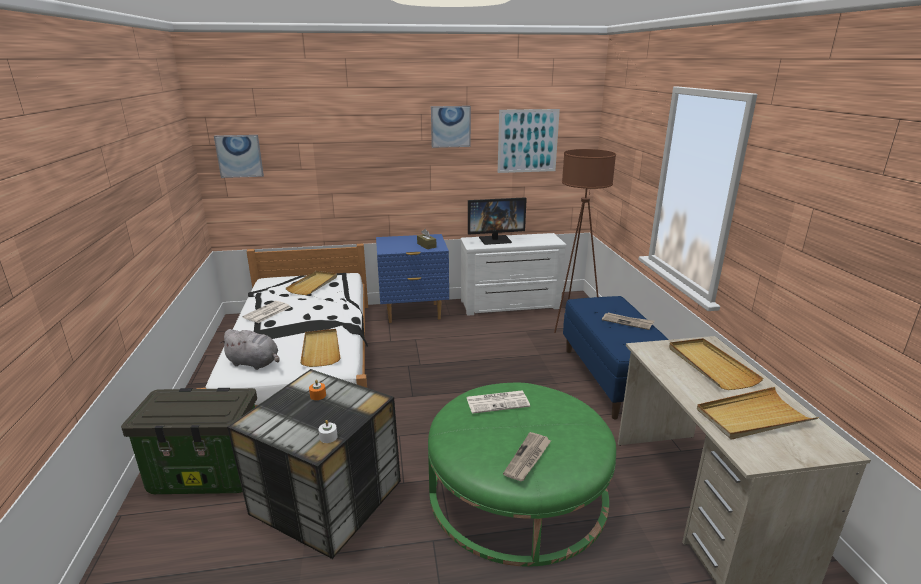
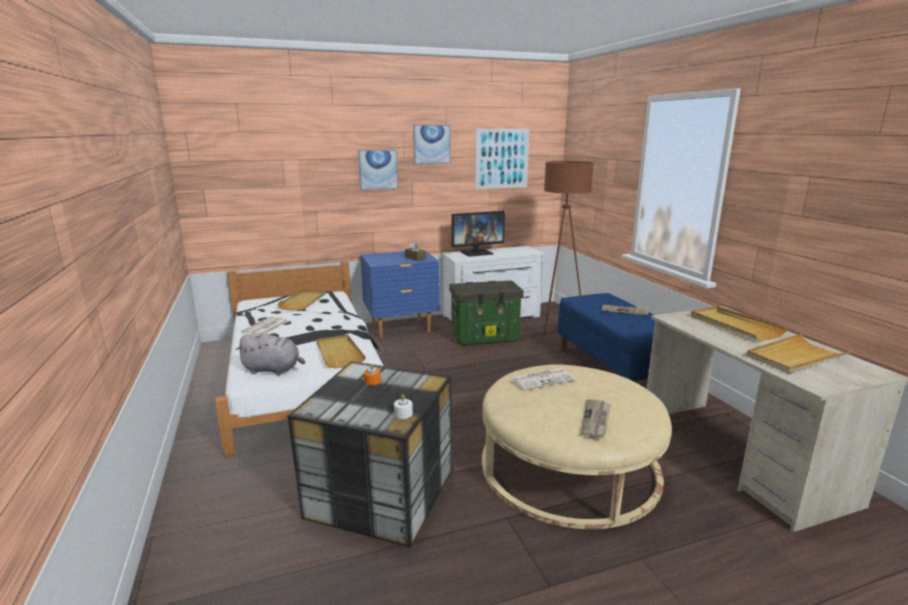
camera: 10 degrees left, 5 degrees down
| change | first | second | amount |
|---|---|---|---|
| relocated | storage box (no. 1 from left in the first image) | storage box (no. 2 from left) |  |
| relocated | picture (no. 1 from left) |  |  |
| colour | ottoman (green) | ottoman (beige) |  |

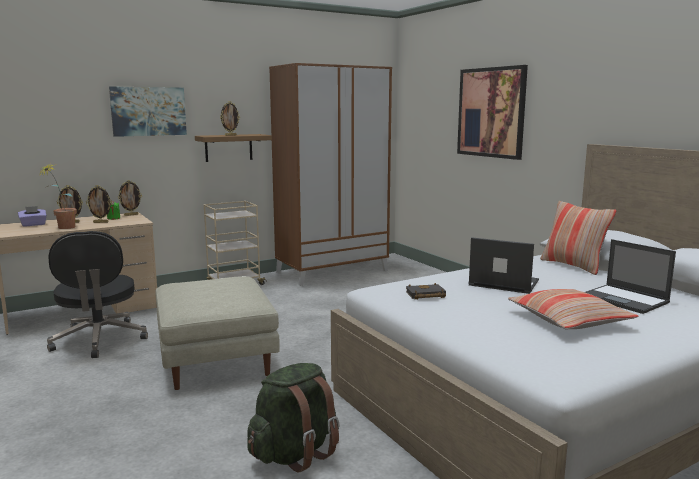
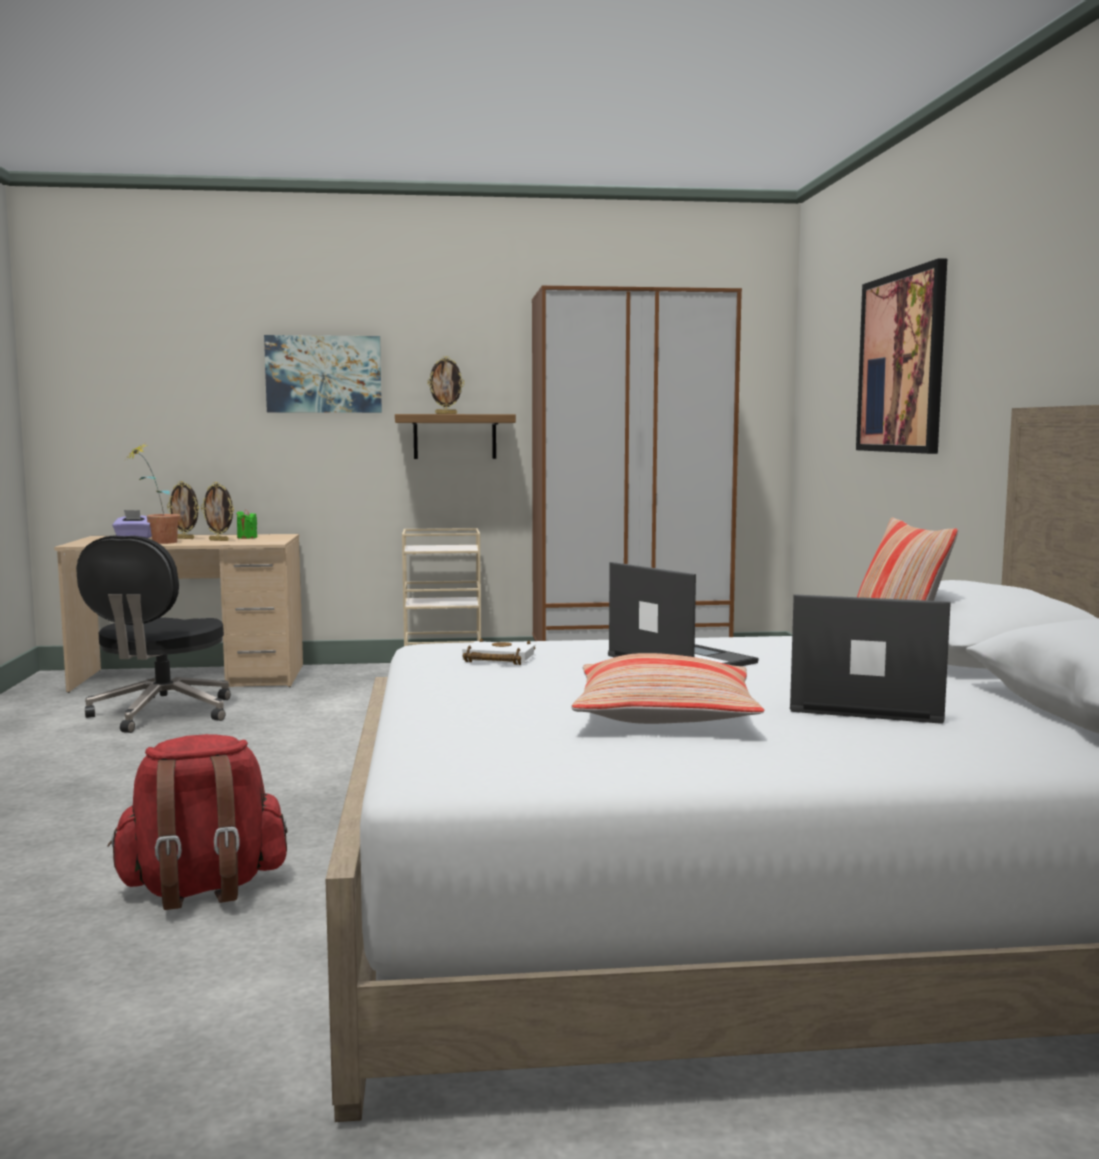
camera: 25 degrees right, 5 degrees down
| change | first | second | amount |
|---|---|---|---|
| missing | picture frame (no. 3 from left) |  |  |
| missing | ottoman (beige) |  |  |
| colour | backpack (green) | backpack (red) |  |
| colour | book (black) | book (white) |  |
| spun | laptop (no. 2 from left) |  | 120 degrees clockwise |

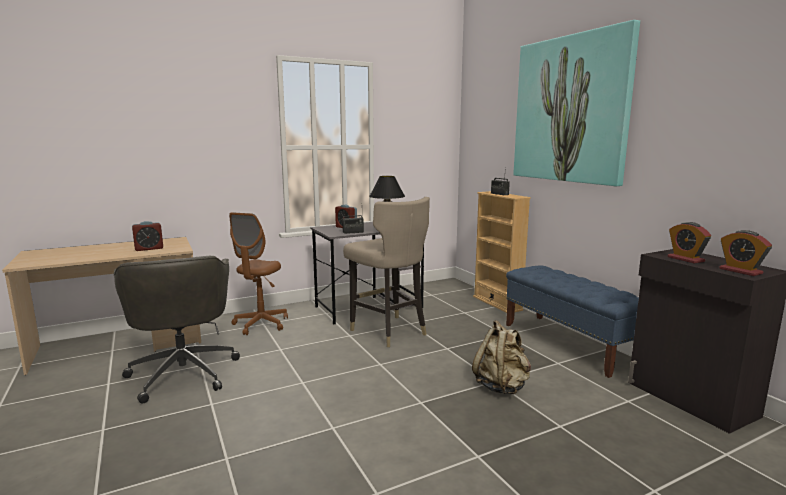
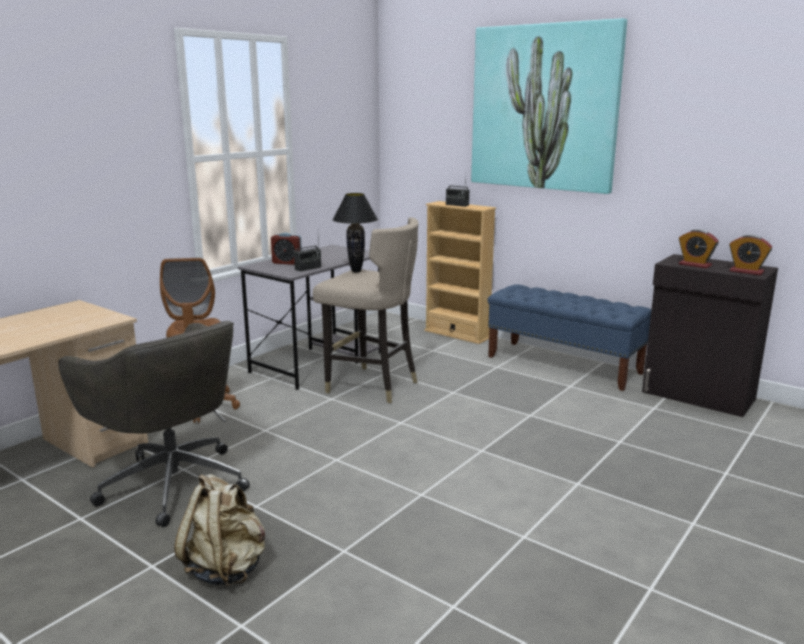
camera: 25 degrees left, 5 degrees up
| change | first | second | amount |
|---|---|---|---|
| missing | alarm clock (no. 1 from left) |  |  |
| relocated | backpack (beige) |  |  |

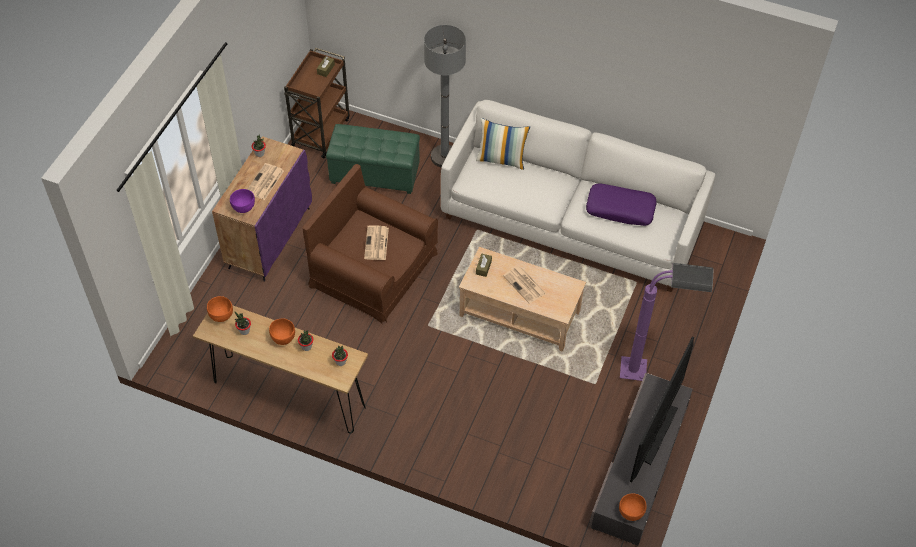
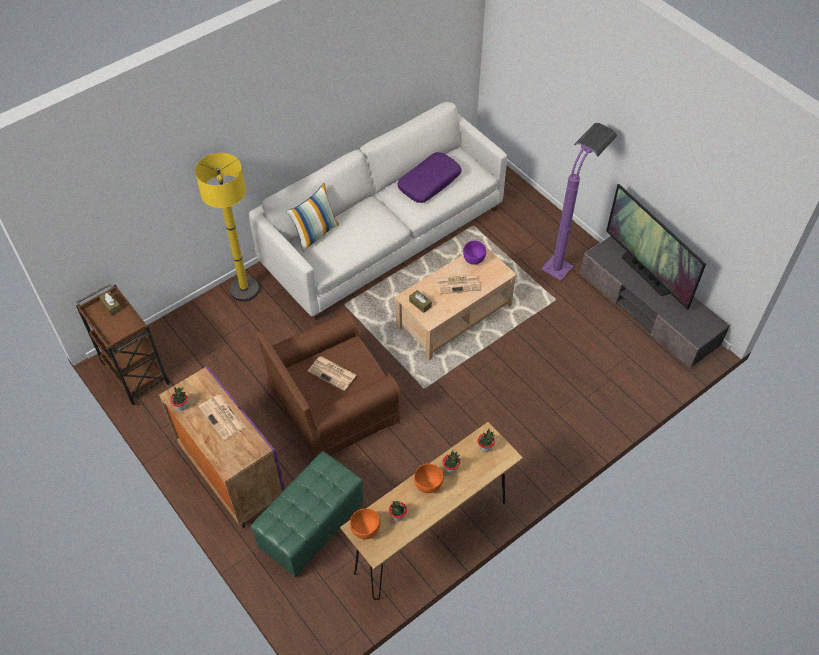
camera: 60 degrees left, 0 degrees up
| change | first | second | amount |
|---|---|---|---|
| relocated | bowl (purple) |  |  |
| relocated | ottoman (green) |  |  |
| colour | floor lamp (grey) | floor lamp (yellow) |  |
| missing | bowl (orange) (no. 3 from left) |  |  |

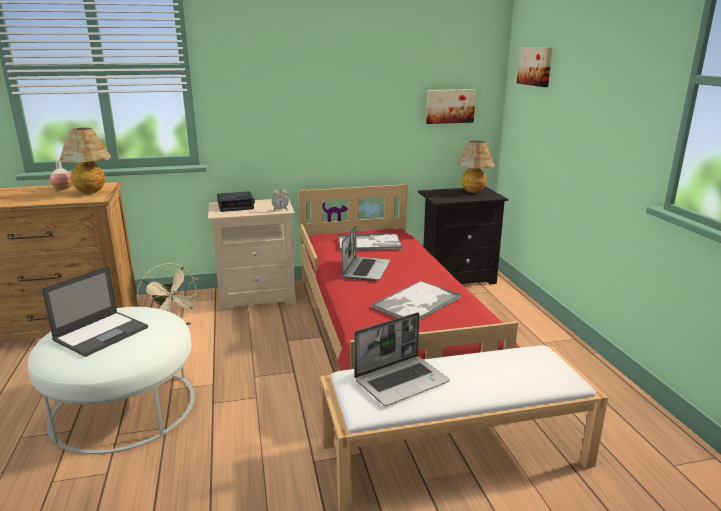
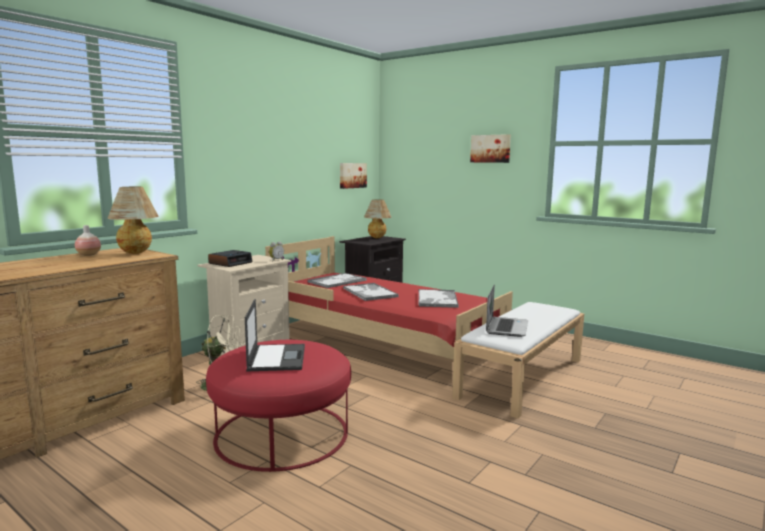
camera: 40 degrees left, 10 degrees down
| change | first | second | amount |
|---|---|---|---|
| colour | ottoman (white) | ottoman (red) |  |
| exchanged | laptop (no. 2 from left) | tray (no. 2 from left) |  |
| relocated | picture (no. 2 from left) |  |  |

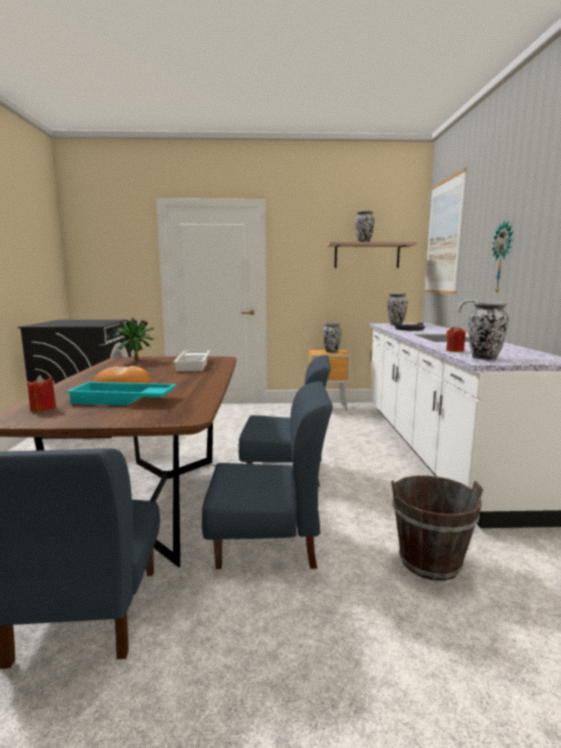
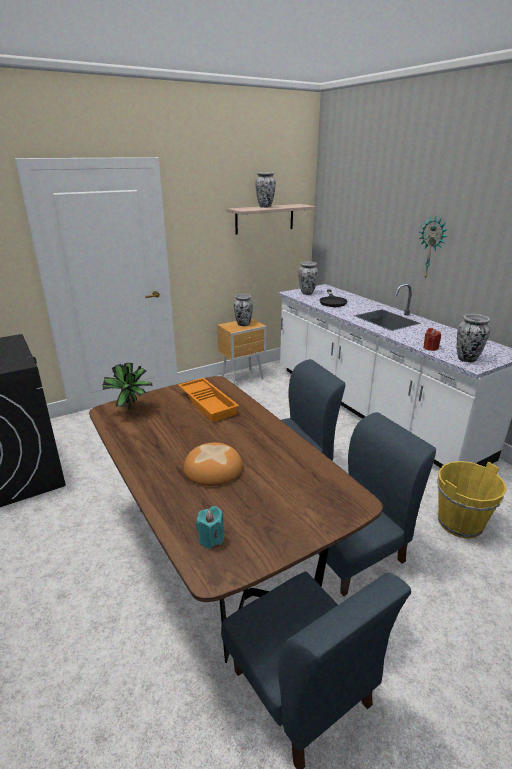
camera: 30 degrees left, 15 degrees up
| change | first | second | amount |
|---|---|---|---|
| colour | candle (red) (no. 1 from left) | candle (turquoise) |  |
| missing | tray (turquoise) |  |  |
| colour | tray (white) | tray (orange) |  |
| colour | bucket (brown) | bucket (yellow) |  |
| missing | picture |  |  |

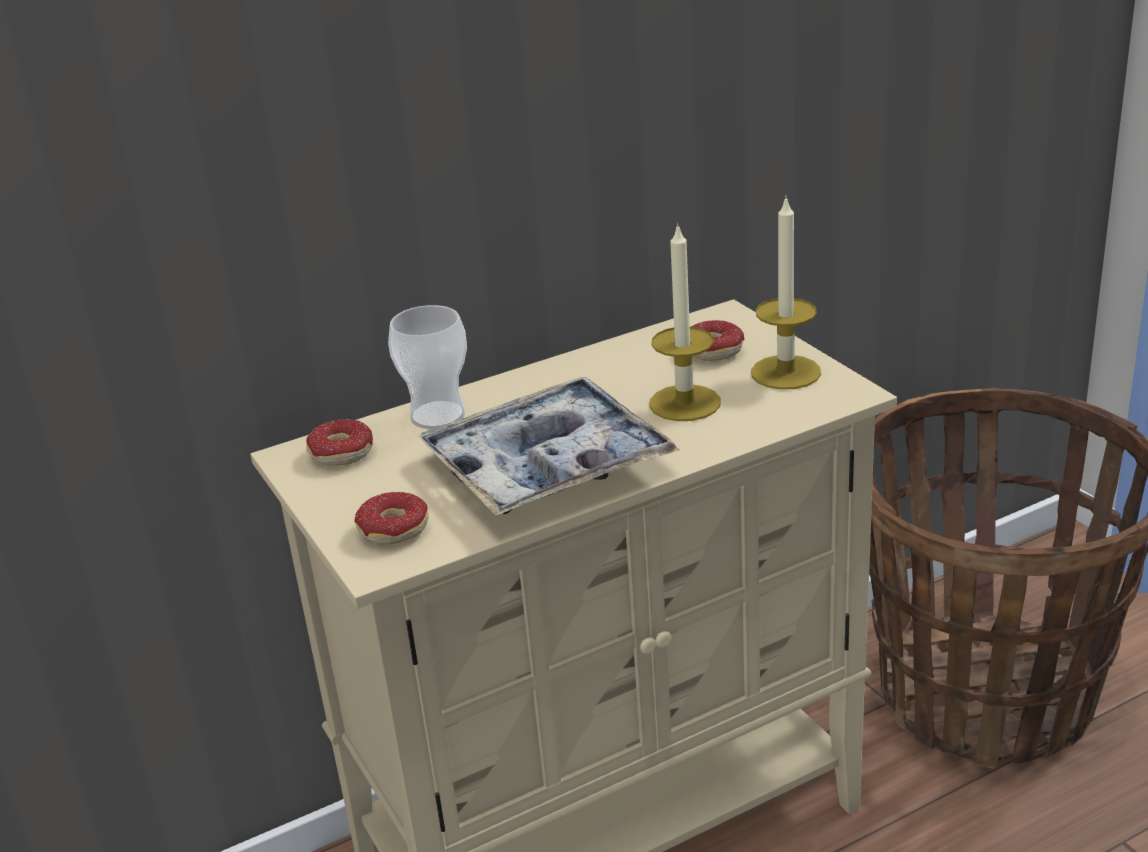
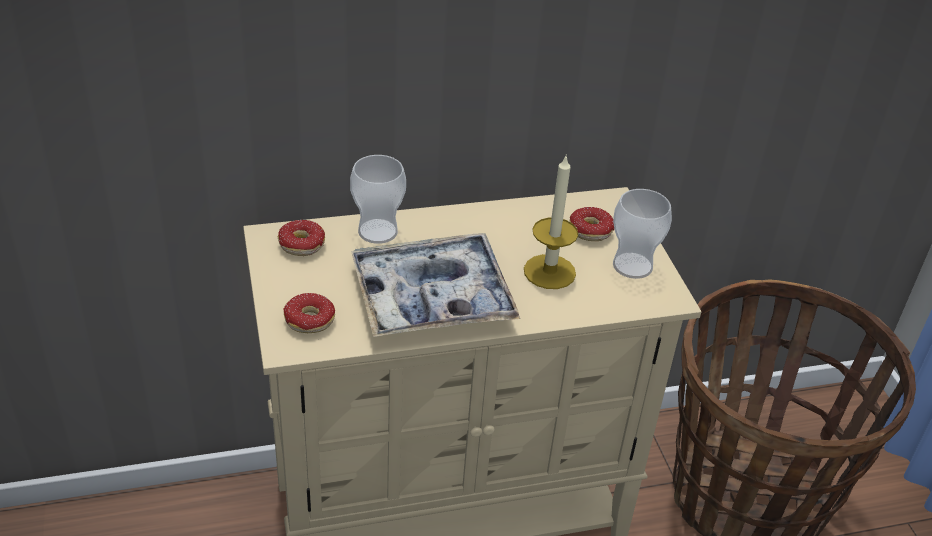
camera: 10 degrees right, 10 degrees up
| change | first | second | amount |
|---|---|---|---|
| exchanged | candle (no. 2 from left) | cup (no. 2 from left) |  |

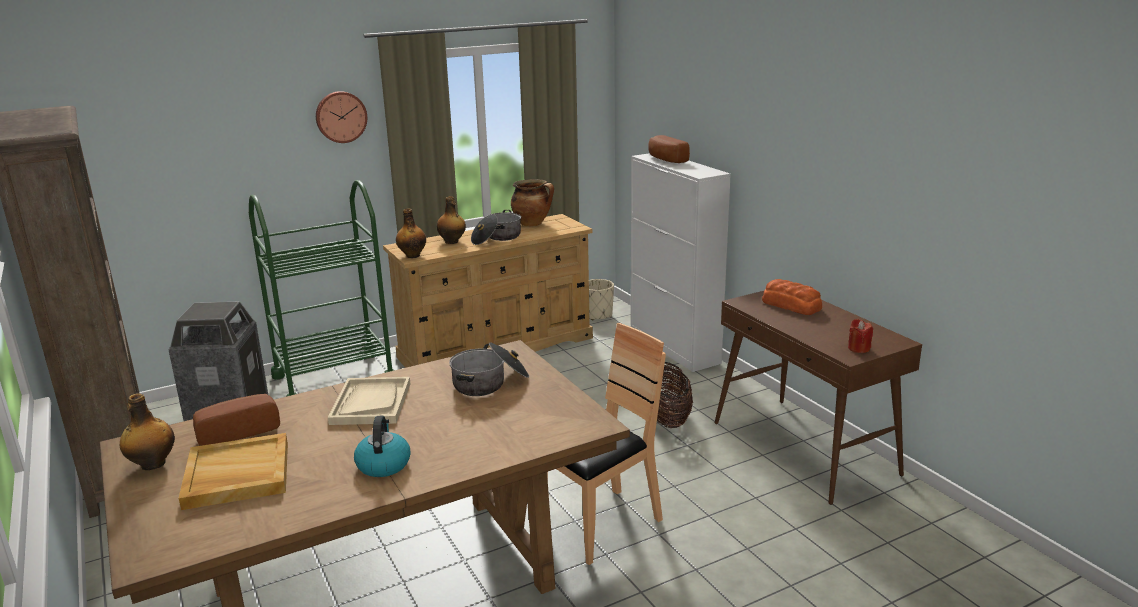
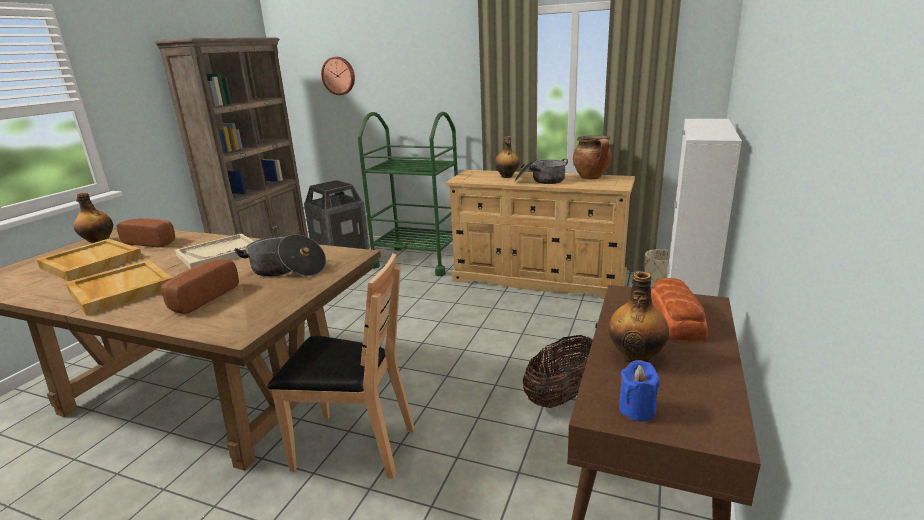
camera: 50 degrees right, 0 degrees up
| change | first | second | amount |
|---|---|---|---|
| relocated | wall clock |  |  |
| exchanged | kettle | tray (beige) (no. 2 from left) |  |
| relocated | bottle (no. 2 from left in the first image) | bottle (no. 3 from left) |  |
| relocated | bread (no. 2 from left) |  |  |
| colour | candle (red) | candle (blue) |  |

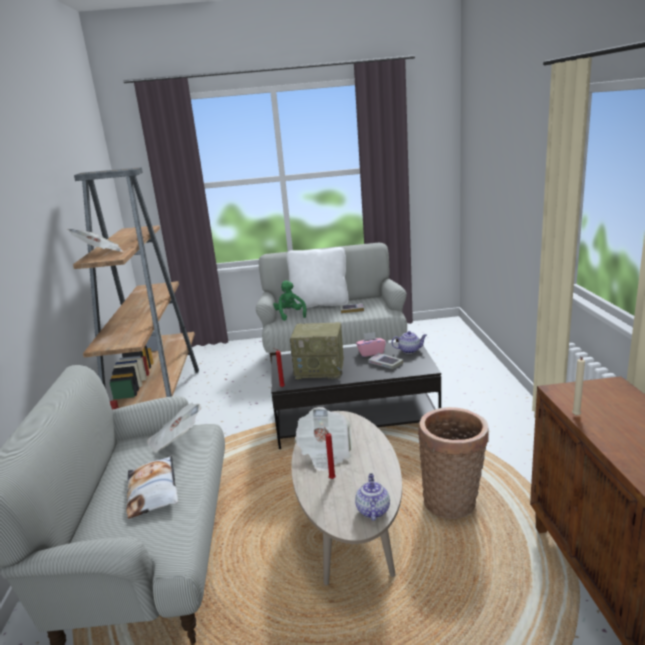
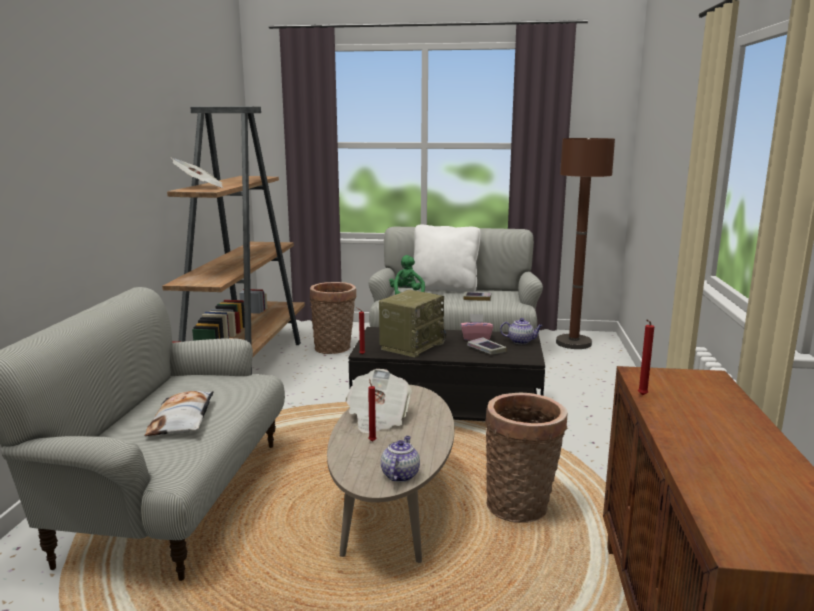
camera: 10 degrees right, 5 degrees down
| change | first | second | amount |
|---|---|---|---|
| missing | newspaper (no. 2 from left) |  |  |
| spun | radio |  | 75 degrees counterclockwise |
| colour | candle (beige) | candle (red) (no. 3 from left) |  |
| appeared |  | basket (no. 1 from left) |  |
| appeared |  | floor lamp (brown) |  |

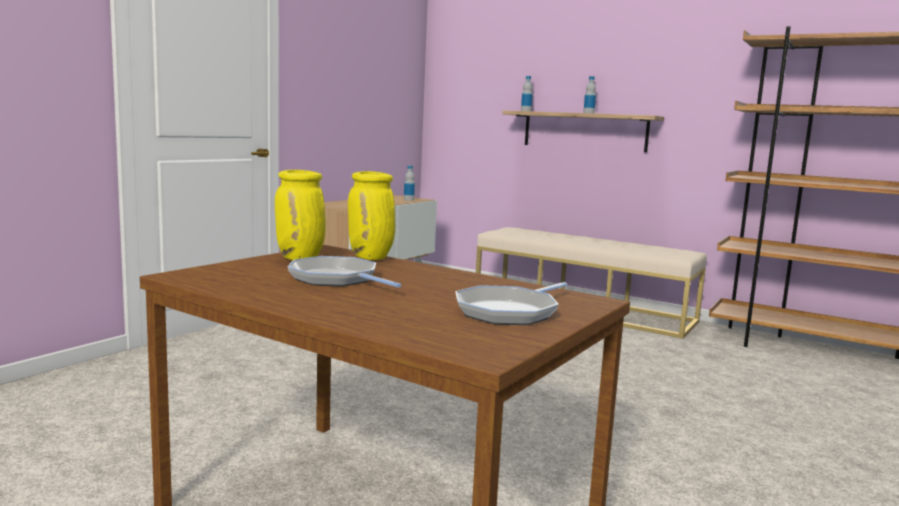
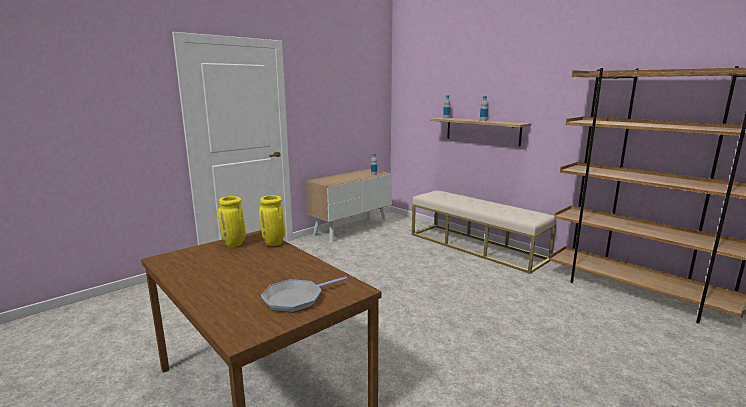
camera: 15 degrees right, 5 degrees up
| change | first | second | amount |
|---|---|---|---|
| missing | frying pan (no. 1 from left) |  |  |

